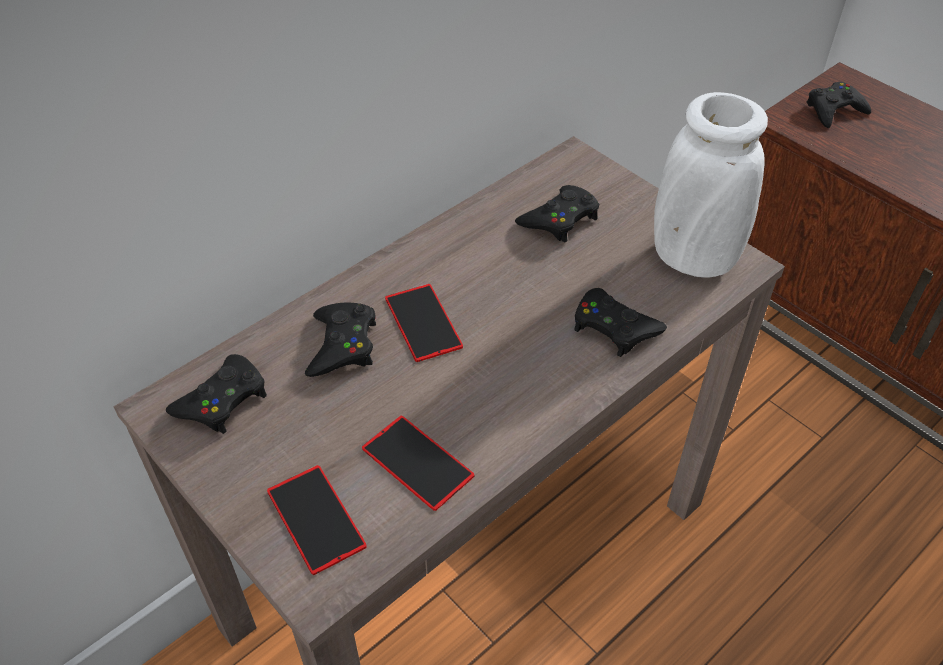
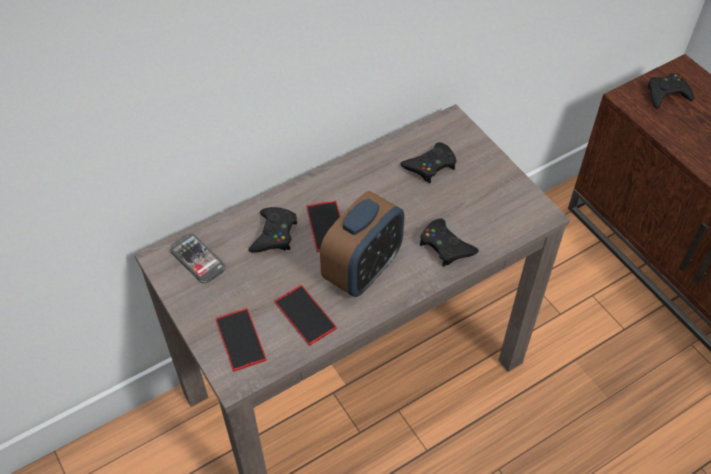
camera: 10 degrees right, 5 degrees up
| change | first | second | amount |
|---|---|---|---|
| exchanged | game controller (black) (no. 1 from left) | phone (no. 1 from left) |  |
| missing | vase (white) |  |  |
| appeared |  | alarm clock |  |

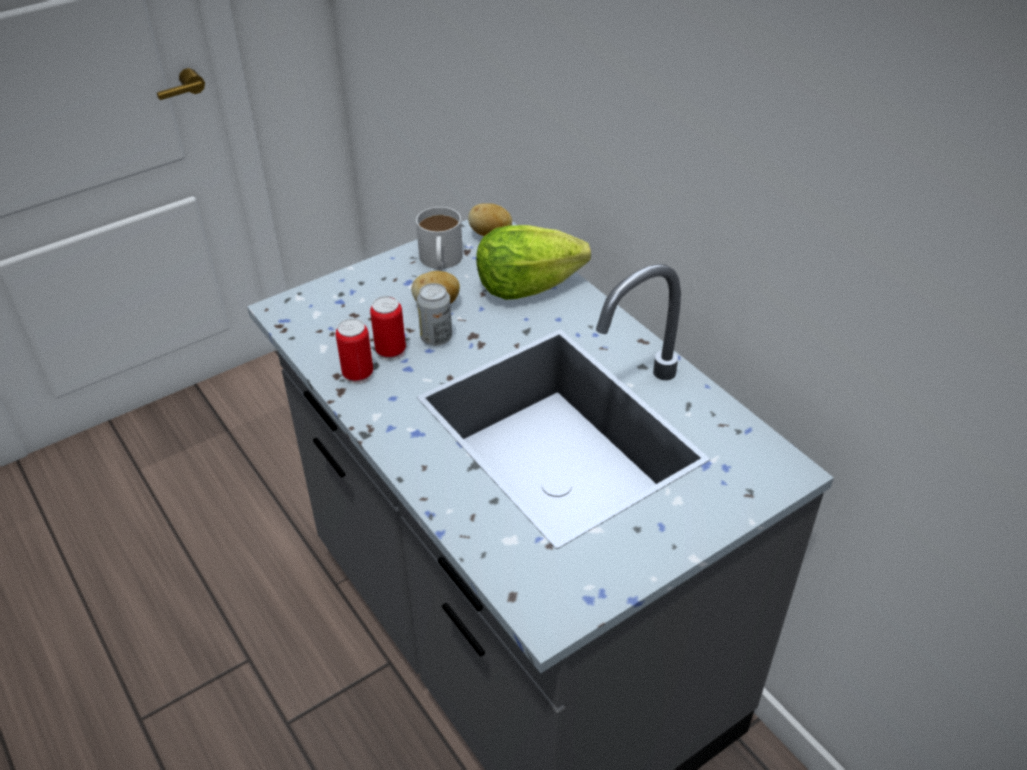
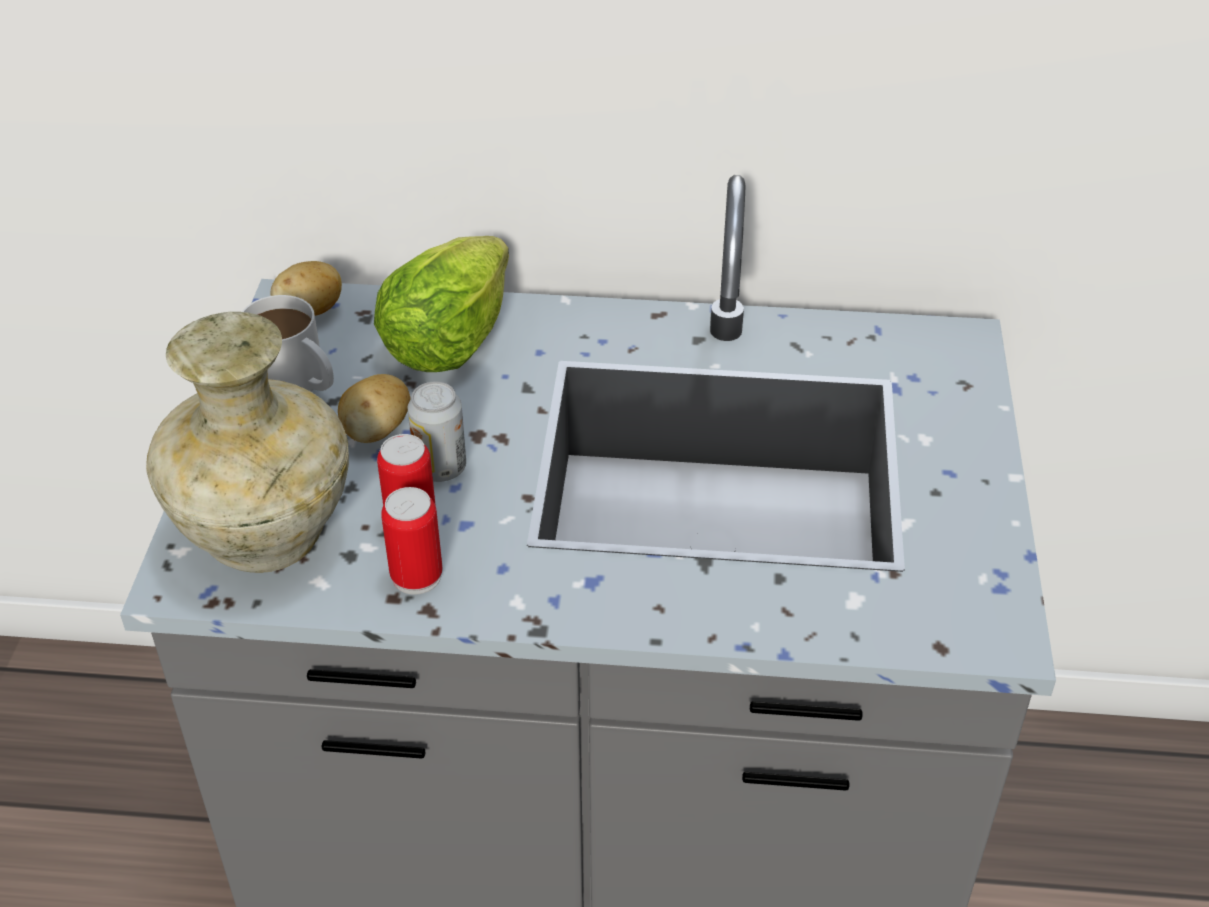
camera: 50 degrees left, 0 degrees up
| change | first | second | amount |
|---|---|---|---|
| appeared |  | vase (beige) |  |

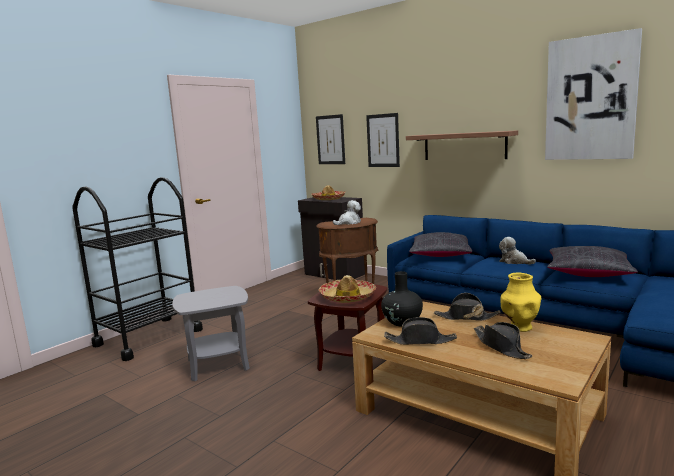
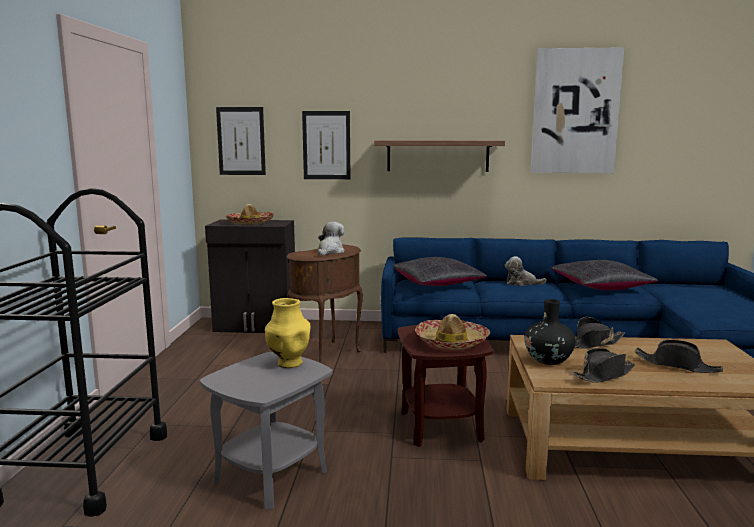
camera: 35 degrees left, 0 degrees up
| change | first | second | amount |
|---|---|---|---|
| relocated | vase (yellow) |  |  |

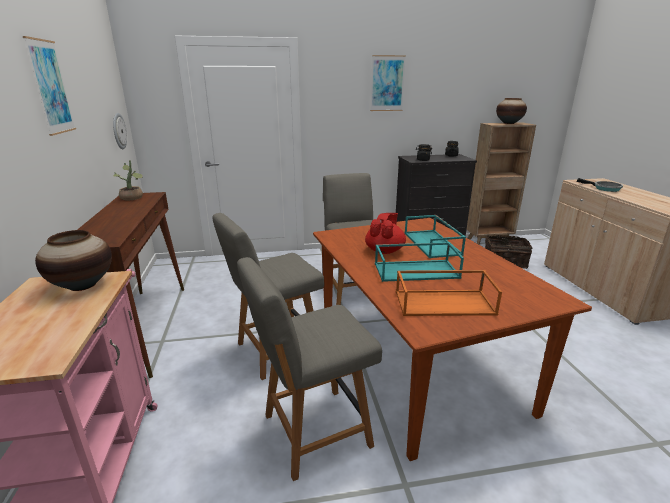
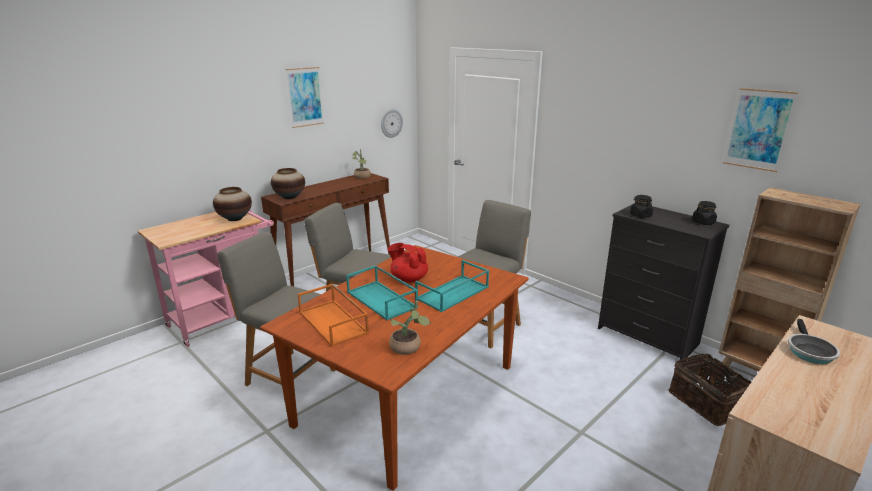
camera: 55 degrees right, 0 degrees up
| change | first | second | amount |
|---|---|---|---|
| spun | teapot (red) |  | 135 degrees counterclockwise |
| relocated | picture (no. 2 from left) |  |  |
| relocated | vase (no. 2 from left) |  |  |
| appeared |  | potted plant (no. 2 from left) |  |

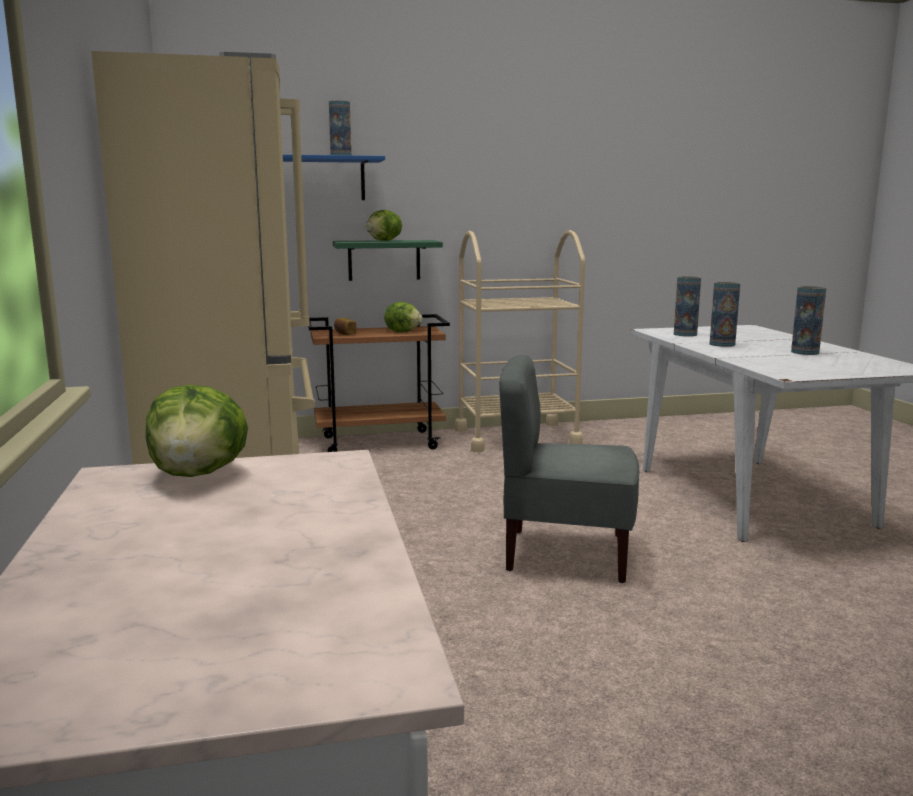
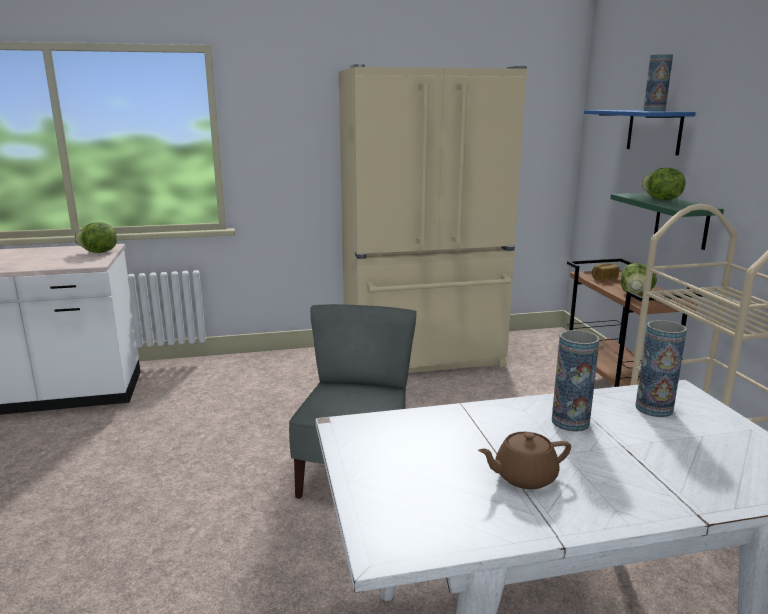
camera: 90 degrees right, 5 degrees up
| change | first | second | amount |
|---|---|---|---|
| exchanged | vase (no. 4 from left) | teapot (brown) |  |

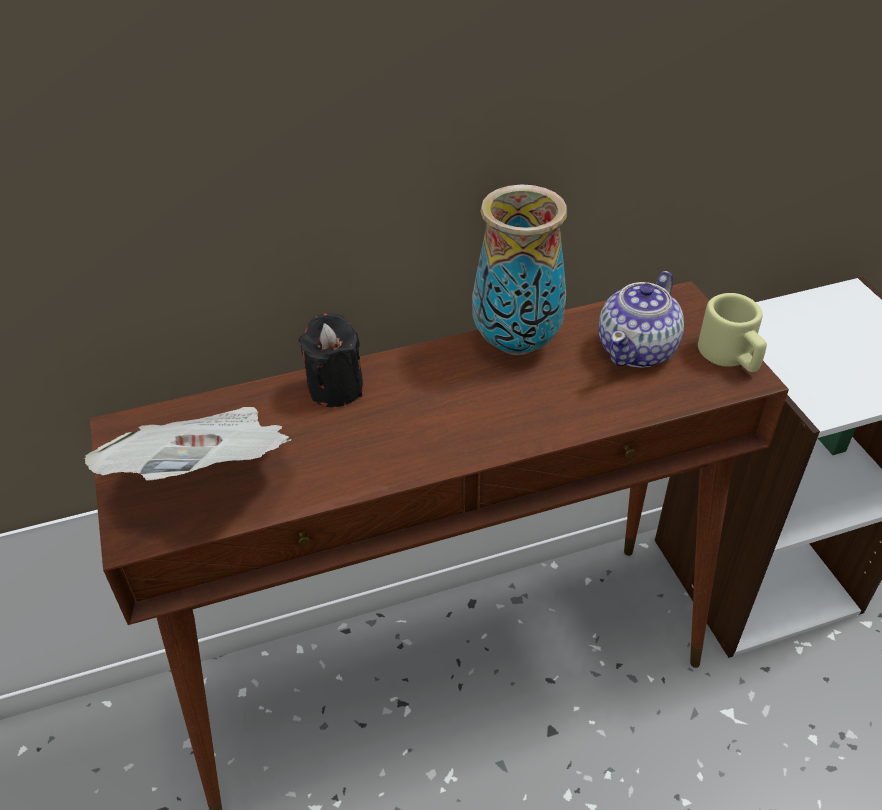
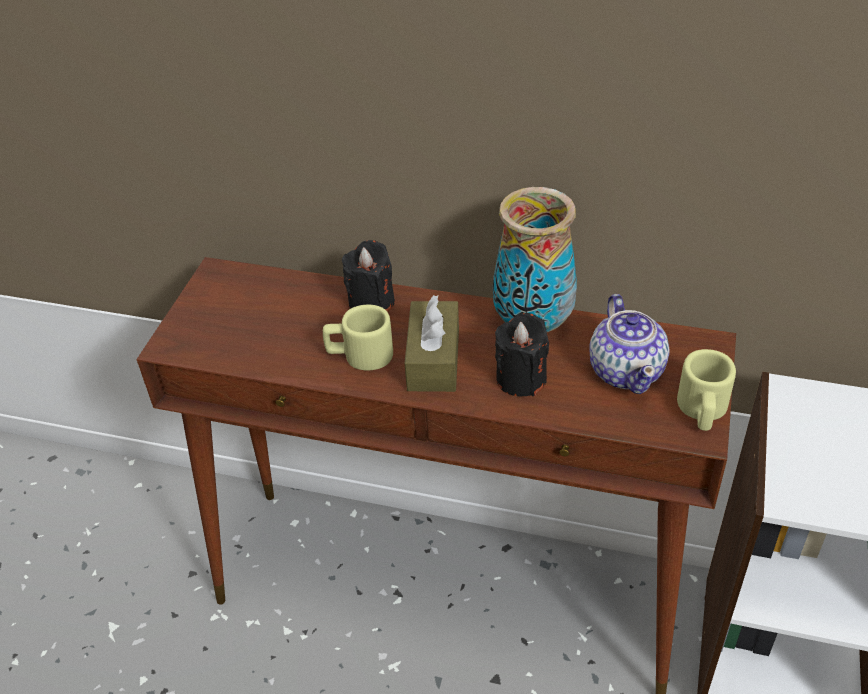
camera: 35 degrees right, 0 degrees up
| change | first | second | amount |
|---|---|---|---|
| missing | newspaper |  |  |
| spun | teapot |  | 75 degrees counterclockwise |
| appeared |  | mug (beige) (no. 1 from left) |  |
| appeared |  | tissue box (brown) |  |
| appeared |  | candle (black) (no. 2 from left) |  |

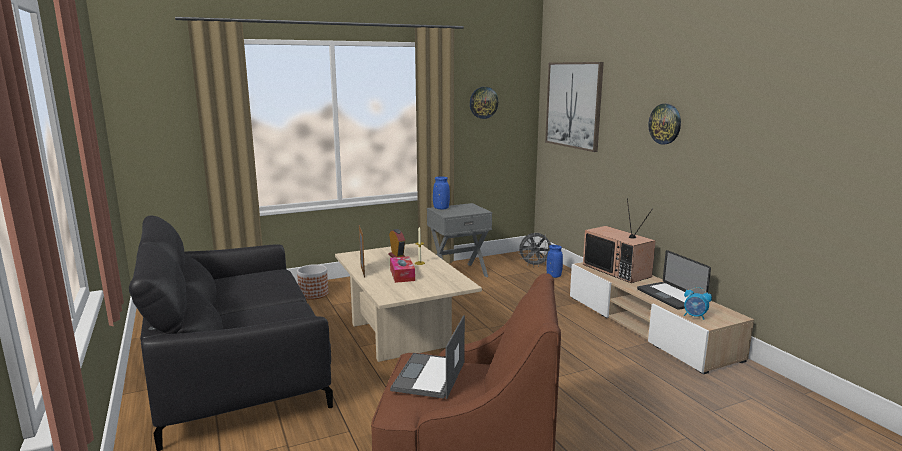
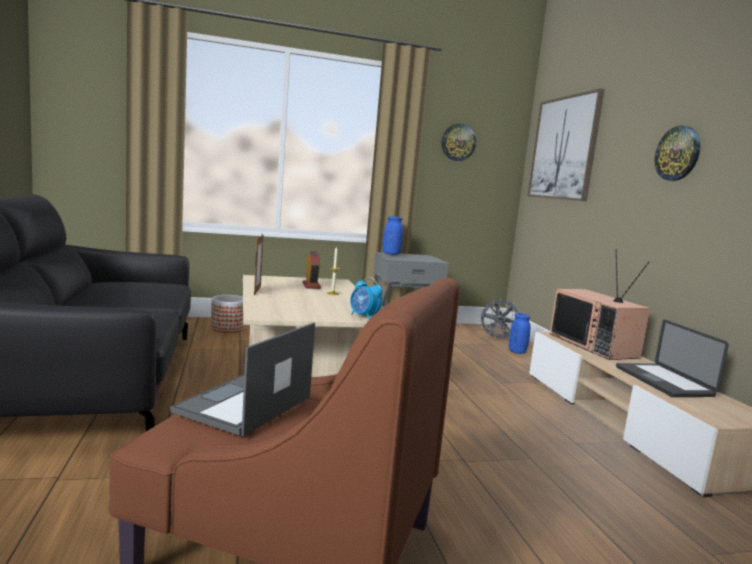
camera: 10 degrees right, 5 degrees down
| change | first | second | amount |
|---|---|---|---|
| missing | tissue box |  |  |
| relocated | alarm clock (no. 2 from left) |  |  |

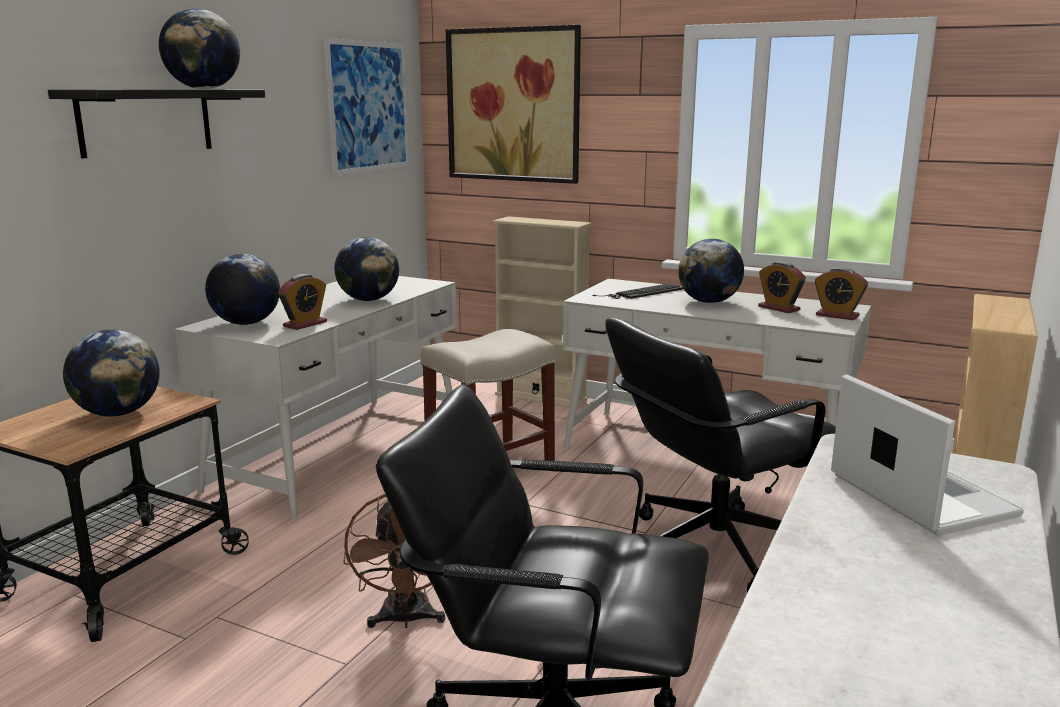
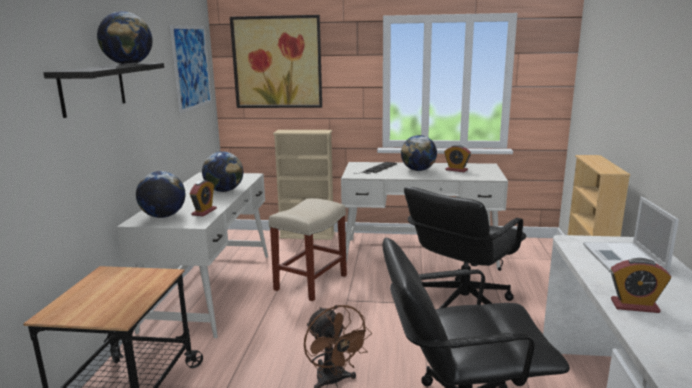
camera: 20 degrees left, 0 degrees up
| change | first | second | amount |
|---|---|---|---|
| missing | globe (no. 1 from left) |  |  |
| relocated | alarm clock (no. 3 from left) |  |  |
| spun | laptop |  | 135 degrees counterclockwise |

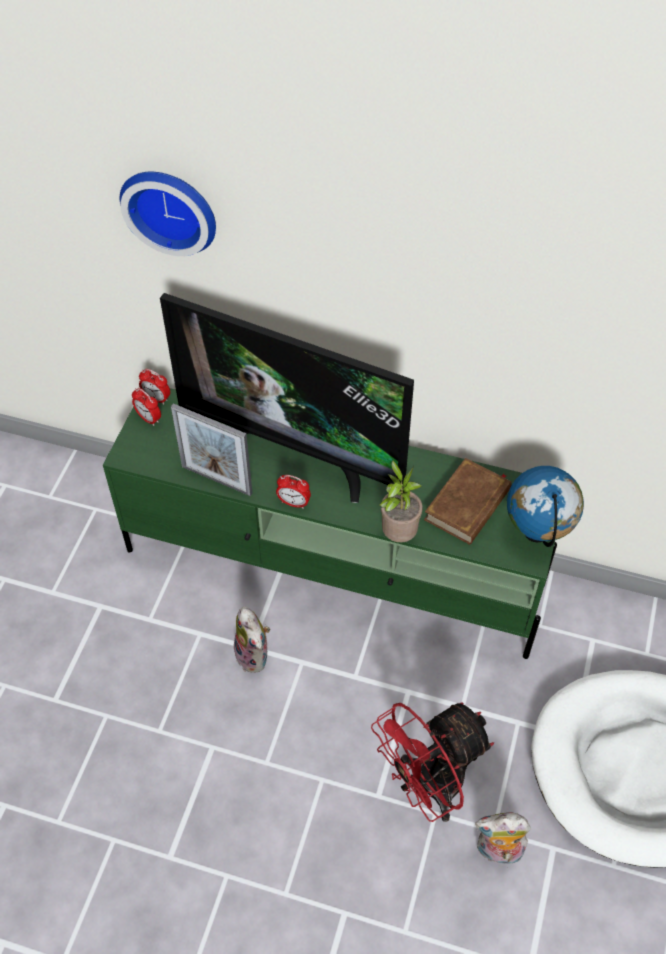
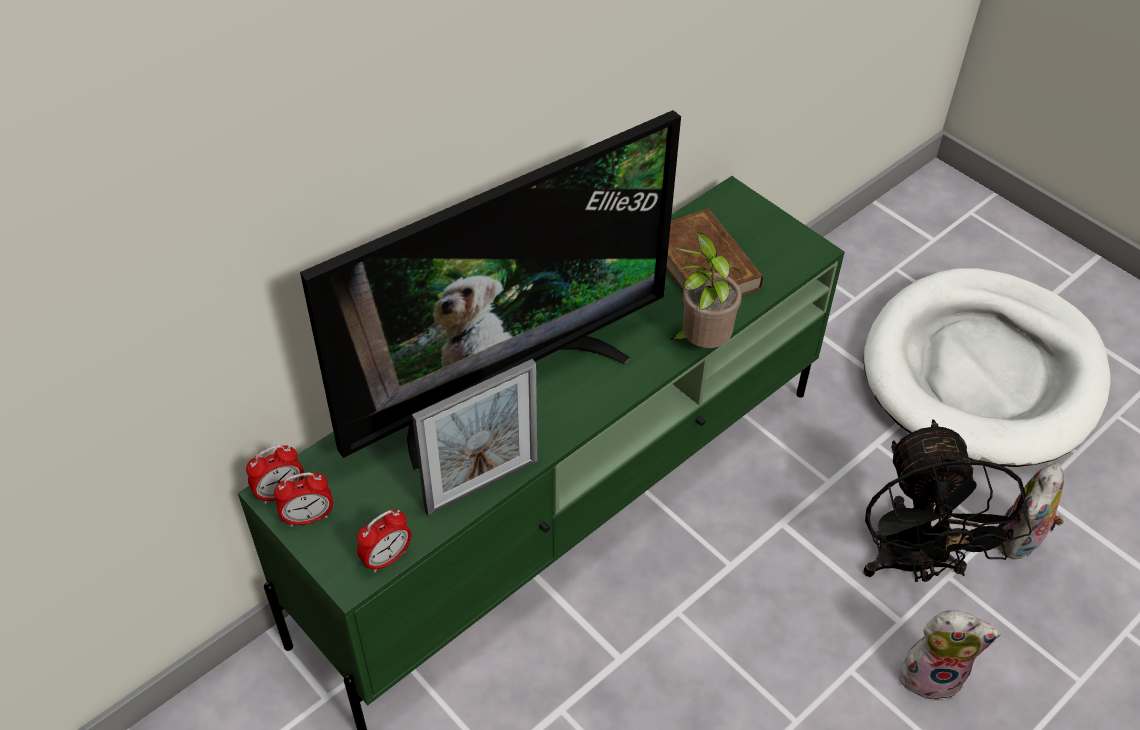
camera: 60 degrees left, 5 degrees down
| change | first | second | amount |
|---|---|---|---|
| missing | wall clock |  |  |
| relocated | plush toy (no. 1 from left) |  |  |
| relocated | alarm clock (no. 3 from left) |  |  |
| colour | fan (red) | fan (black) |  |
| missing | globe |  |  |

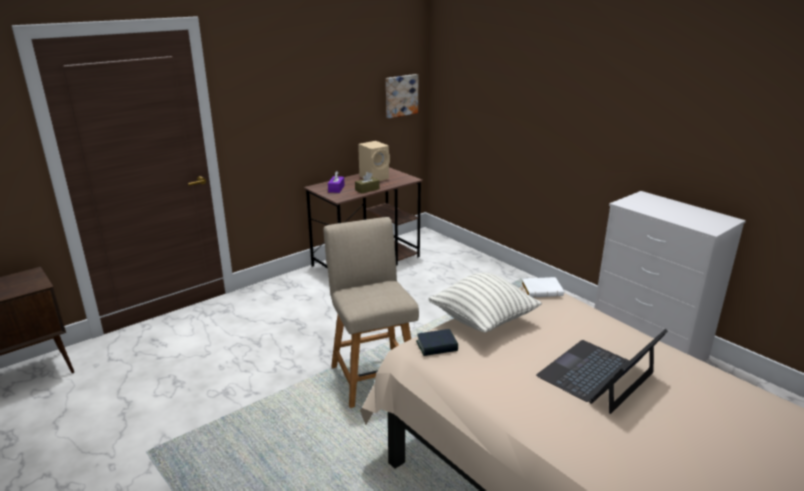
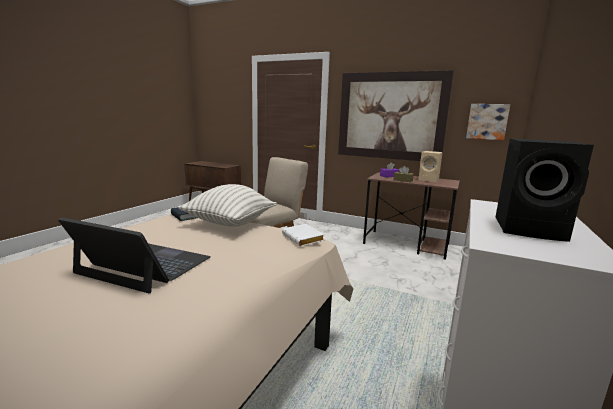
camera: 65 degrees right, 10 degrees down
| change | first | second | amount |
|---|---|---|---|
| appeared |  | picture (no. 1 from left) |  |
| appeared |  | speaker (black) |  |

